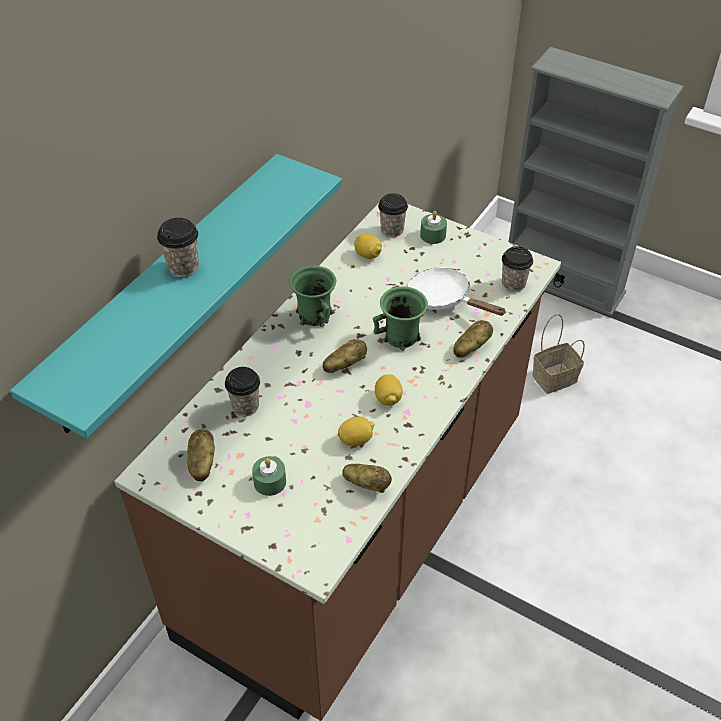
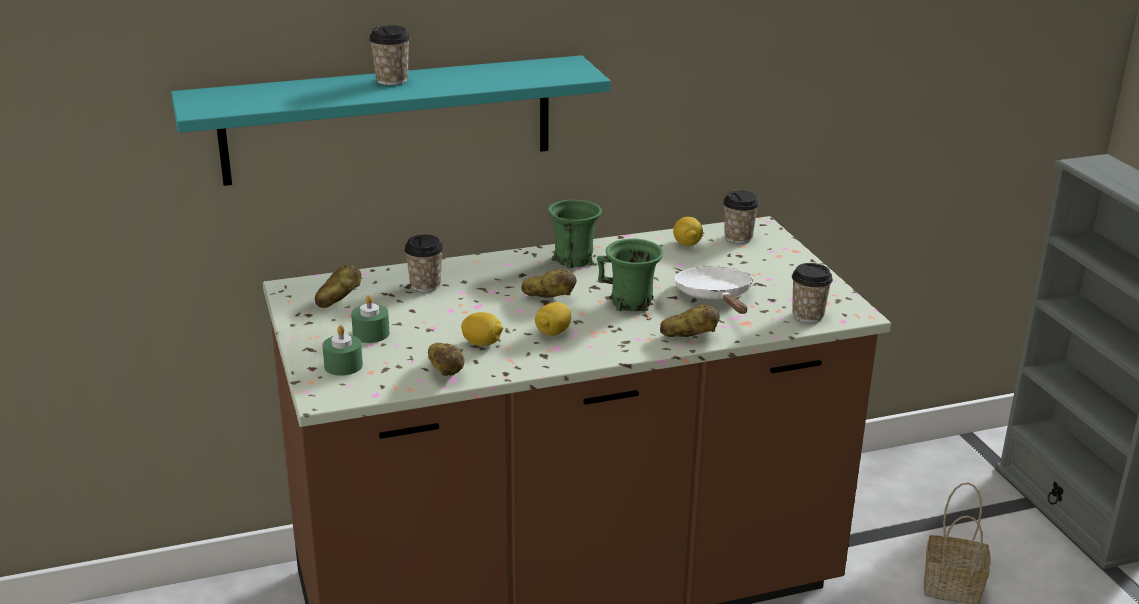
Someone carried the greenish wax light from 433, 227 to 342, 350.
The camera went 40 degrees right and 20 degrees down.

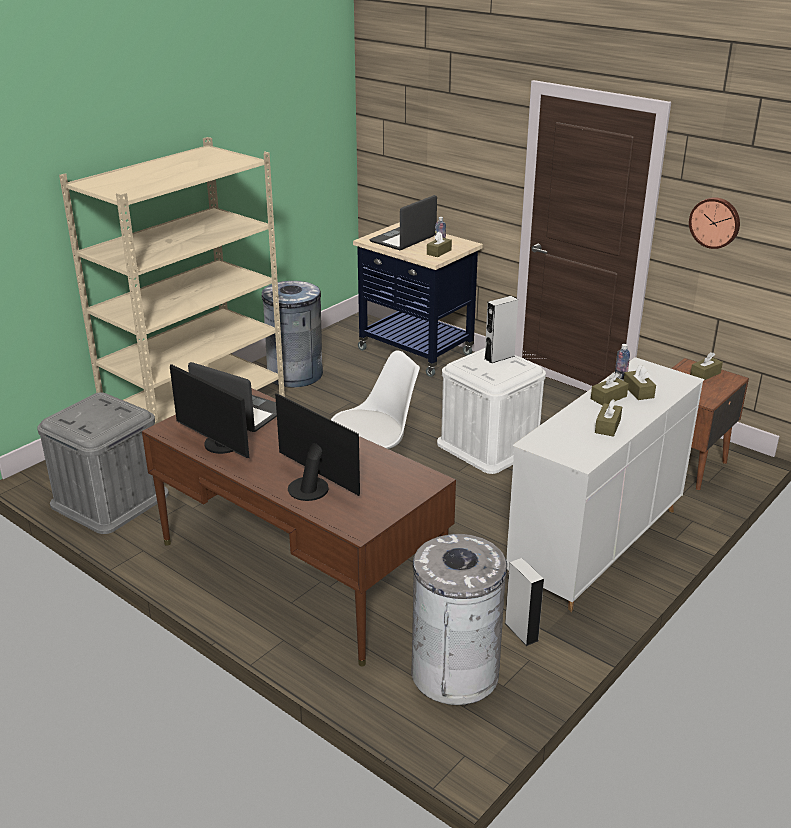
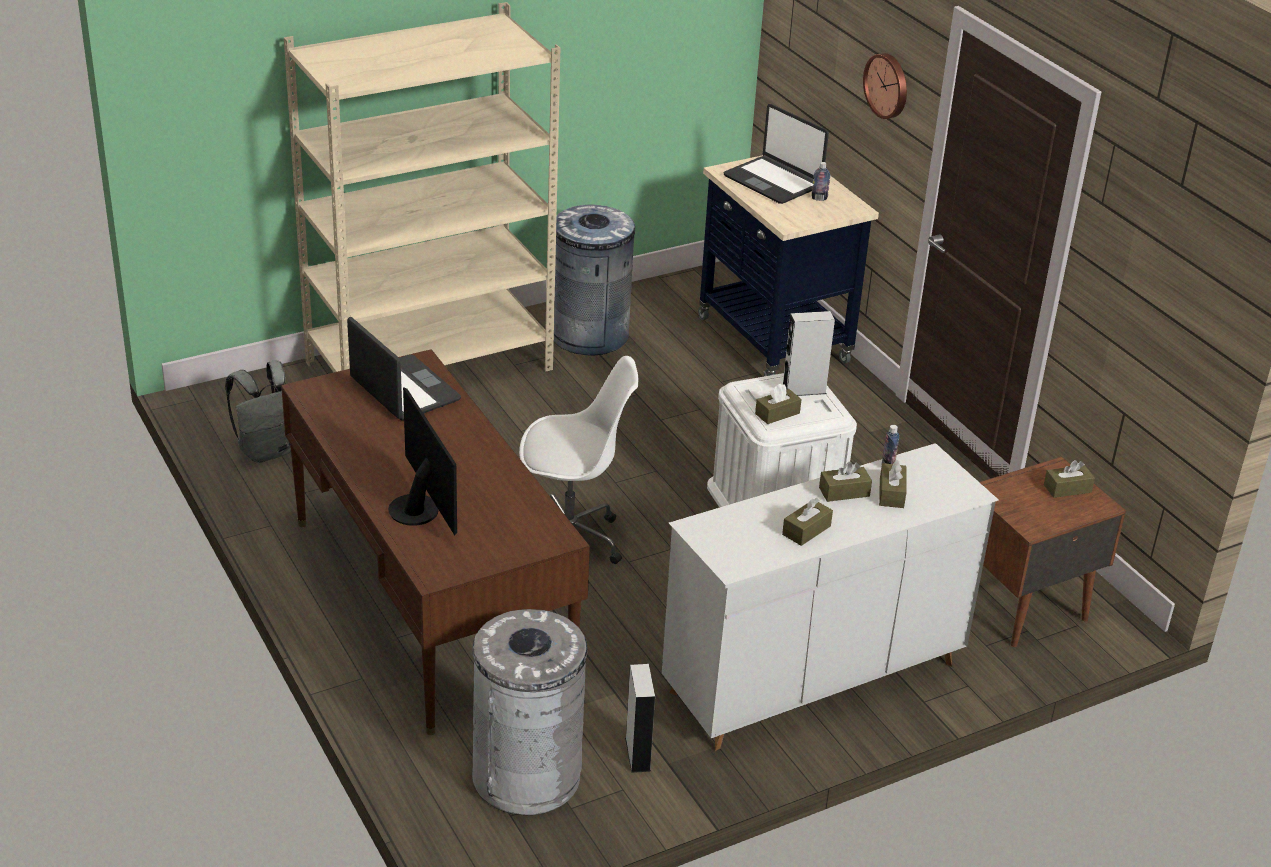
Someone swapped the gray storage container at 103, 463 for the gray rucksack at 258, 412.
Someone took away the computer screen at 209, 411.
Someone rotated the notebook computer at 403, 222 by 105 degrees counterclockwise.
Someone carried the brown tissue holder from 439, 244 to 778, 404.
Someone carried the wall clock from 714, 223 to 885, 86.
The camera went 20 degrees right and 5 degrees up.

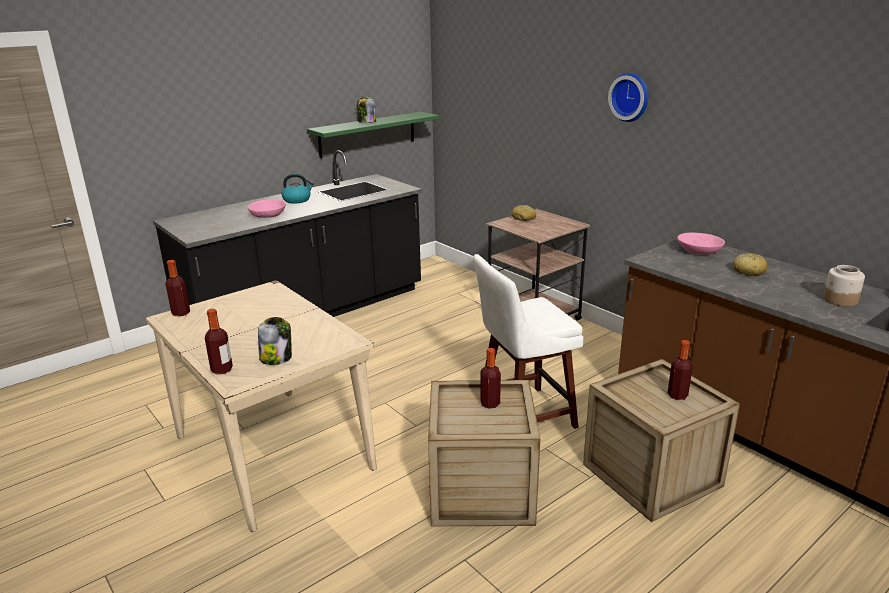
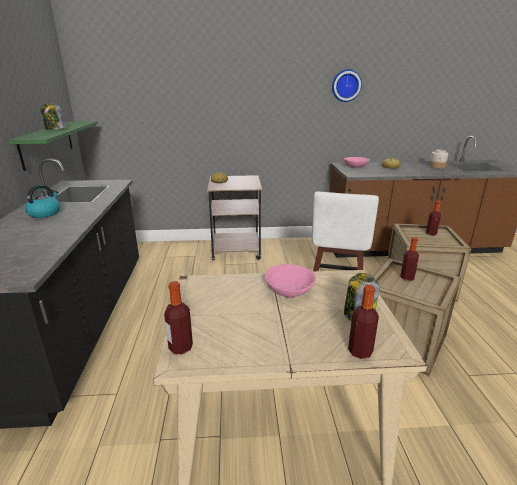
Someone carried the pinkish serving bowl from 267, 208 to 290, 281.
Someone carried the wall clock from 628, 97 to 347, 85.
The camera went 55 degrees left and 0 degrees up.

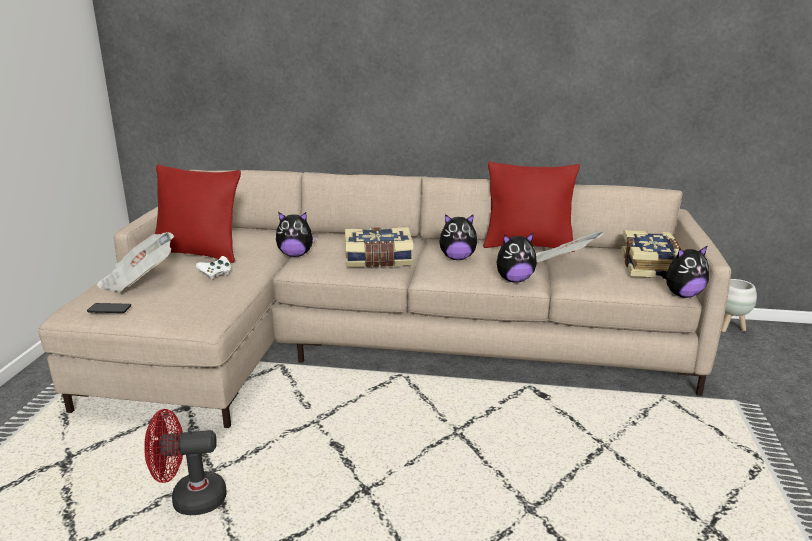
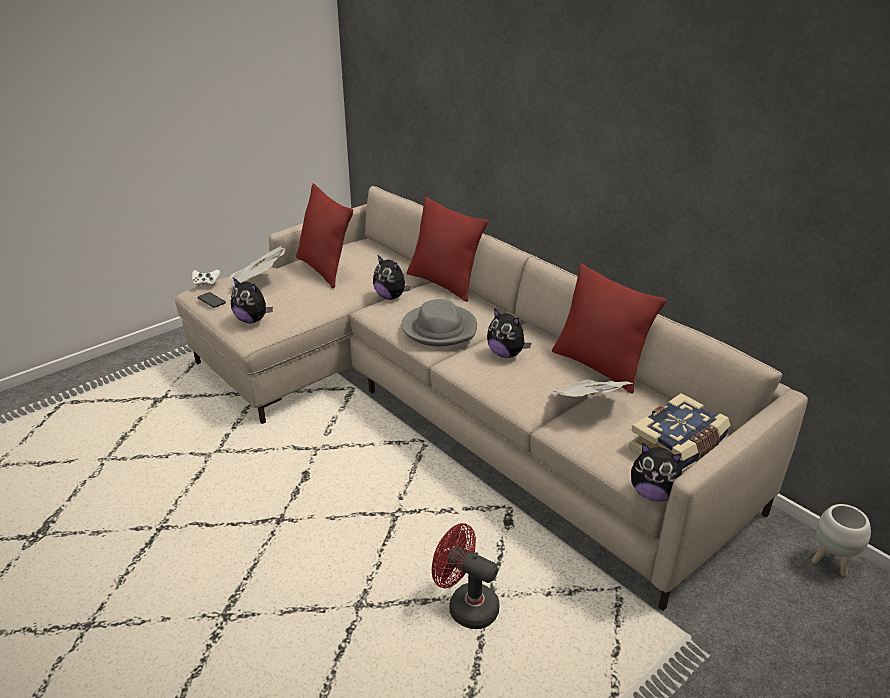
Someone carried the red electric fan from 185, 462 to 466, 576.
Someone carried the white-coloured joypad from 213, 267 to 206, 278.
Someone swapped the volume at 379, 247 for the gray hat at 439, 323.
Someone carried the soft toy from 517, 257 to 252, 300.
Someone put down the red cushion at 447, 249.
The camera went 40 degrees right and 10 degrees up.

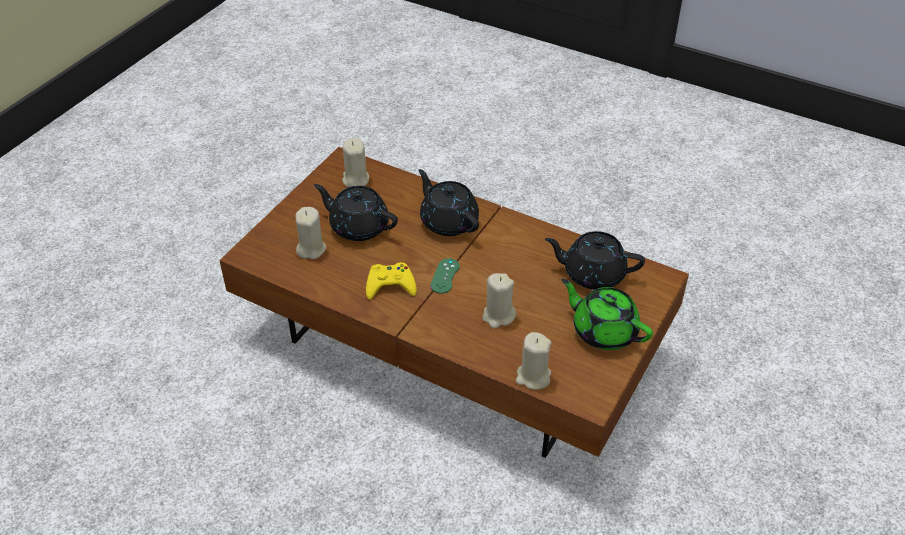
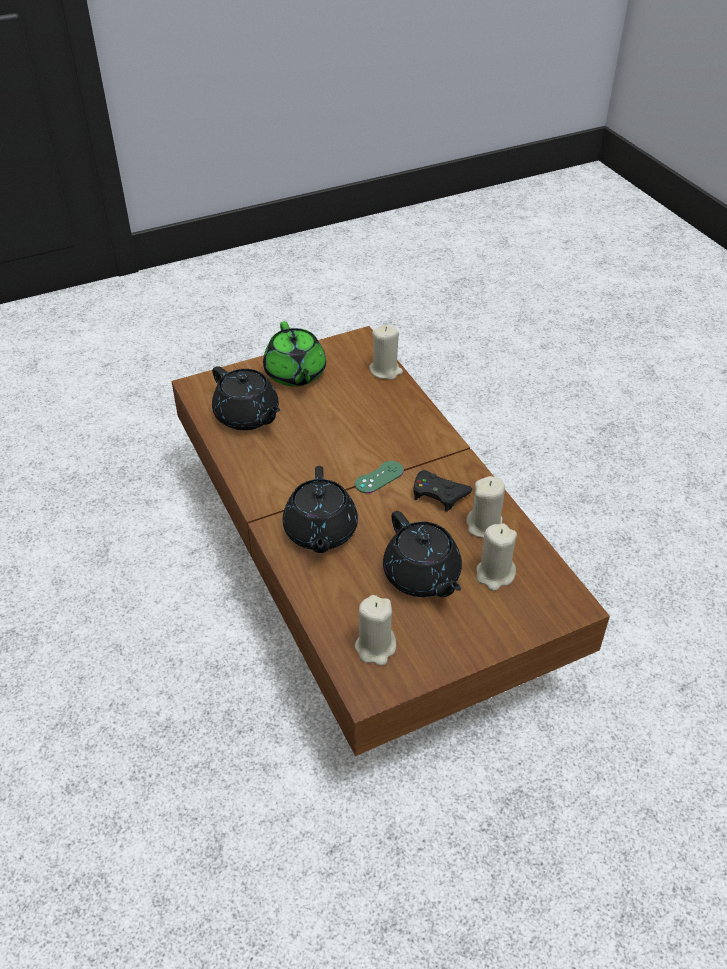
Someone repainted the yellow-coloured joypad at 391, 281, which became the black-coloured joypad at 443, 491.
Someone carried the beige-coloured wax light from 499, 301 to 485, 507.
The camera went 145 degrees left and 0 degrees up.

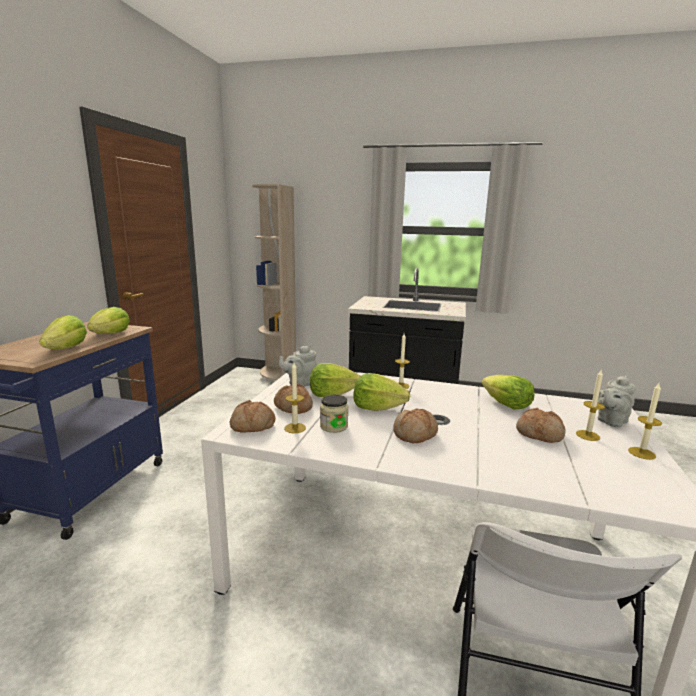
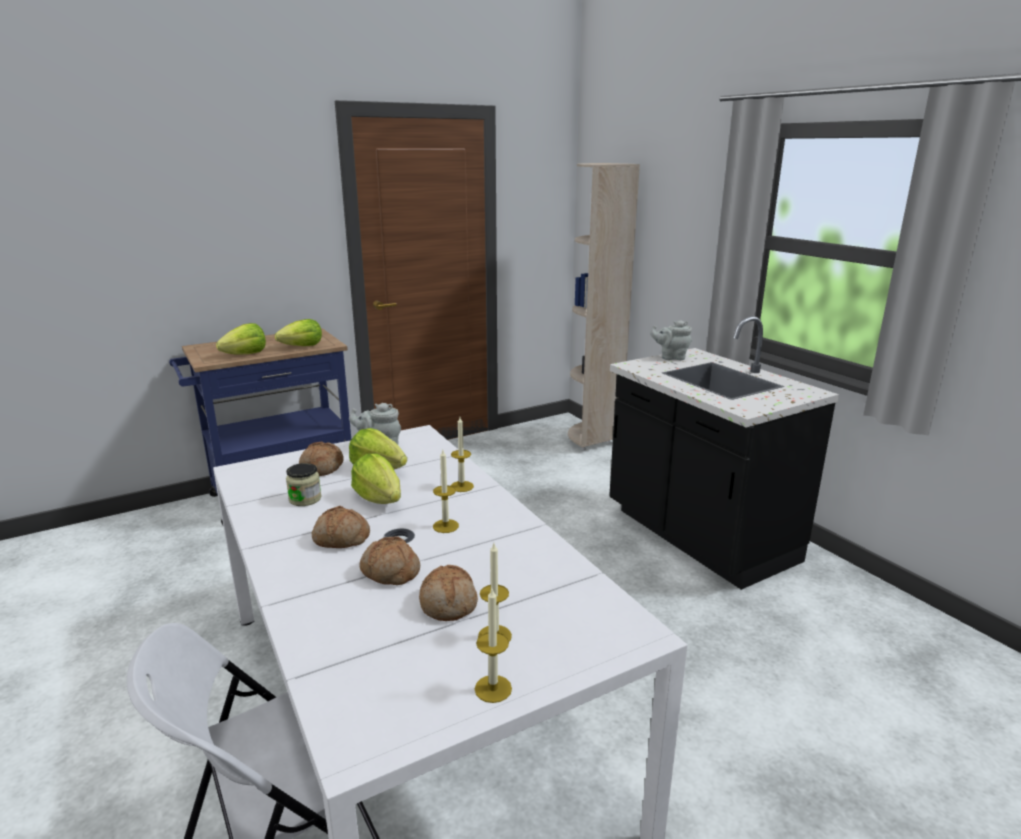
Someone carried the baked bread from 252, 416 to 389, 560.
Someone carried the wax light from 295, 398 to 446, 491.
Someone took away the lettuce head at 508, 392.
Someone carried the gray teapot from 617, 402 to 671, 340.
The camera went 45 degrees right and 5 degrees up.

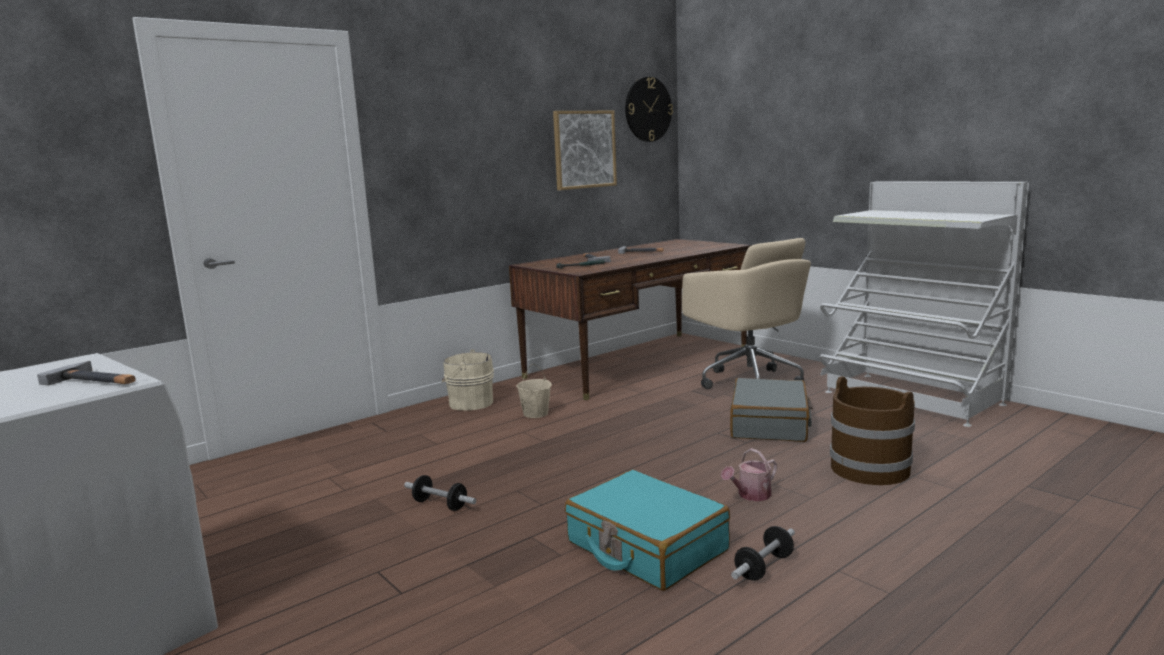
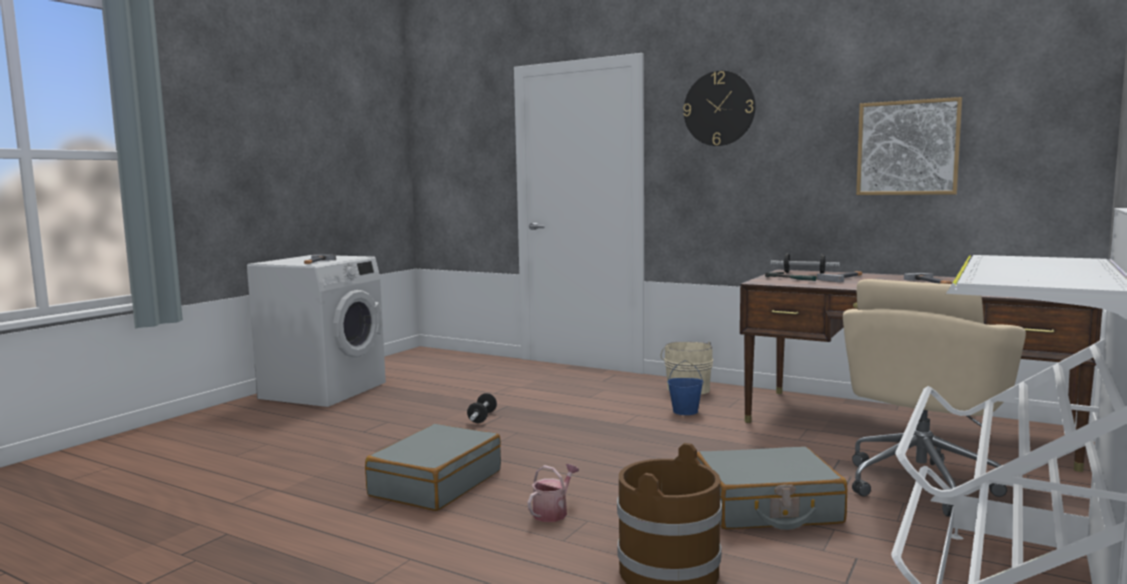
Someone repainted the beige-coloured bucket at 534, 391, which became the bluish bucket at 685, 388.
Someone repainted the turquoise suitcase at 647, 530, which became the gray suitcase at 433, 467.
Someone carried the wall clock from 649, 109 to 719, 108.
Someone rotated the sprinkling can at 749, 474 by 90 degrees clockwise.
Someone carried the free weight from 763, 553 to 805, 263.
The camera went 70 degrees right and 5 degrees down.

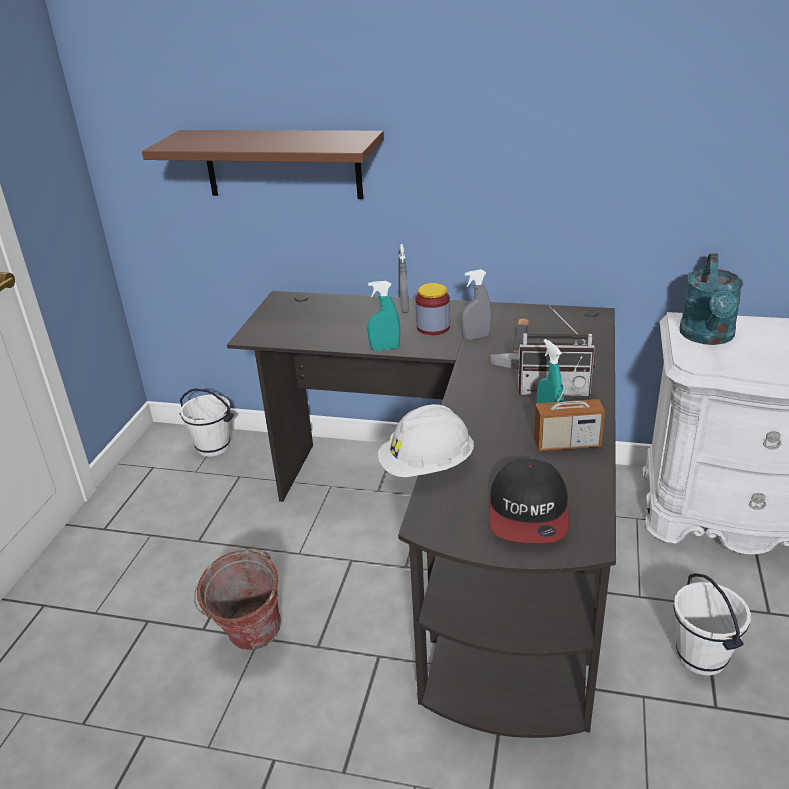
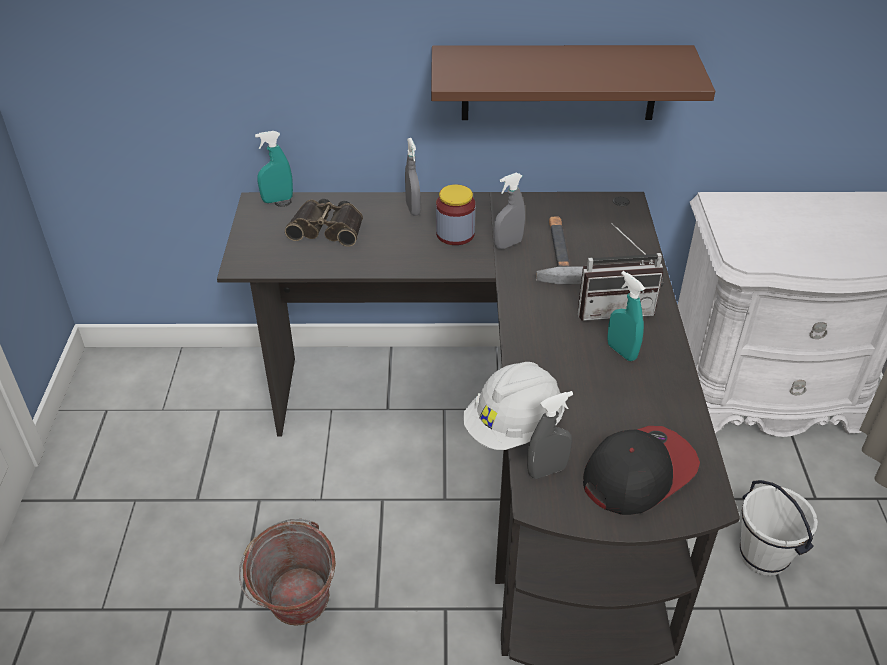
Someone carried the brown shelf from 263, 164 to 573, 82.
Someone took away the white-coloured bucket at 206, 422.
Someone carried the turquoise spray bottle from 383, 316 to 274, 167.
Someone rotated the peaked cap at 529, 501 by 120 degrees counterclockwise.
Someone took away the radio receiver at 569, 403.
Someone took away the turquoise sprinkling can at 711, 299.
Someone put down the field glasses at 324, 223.
Someone put down the gray spray bottle at 550, 435.
The camera went 15 degrees left and 10 degrees up.

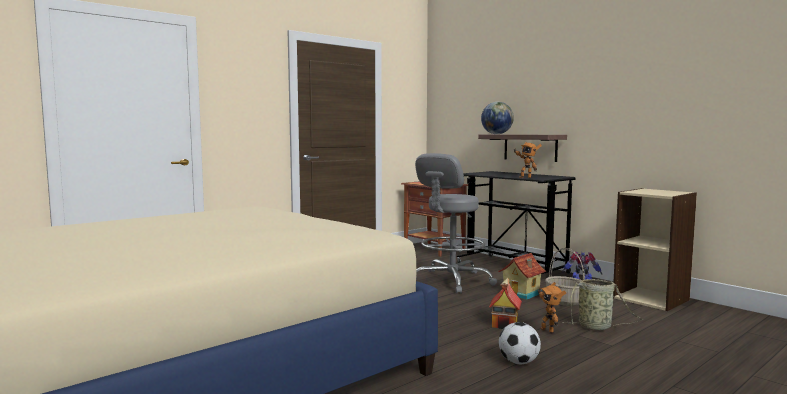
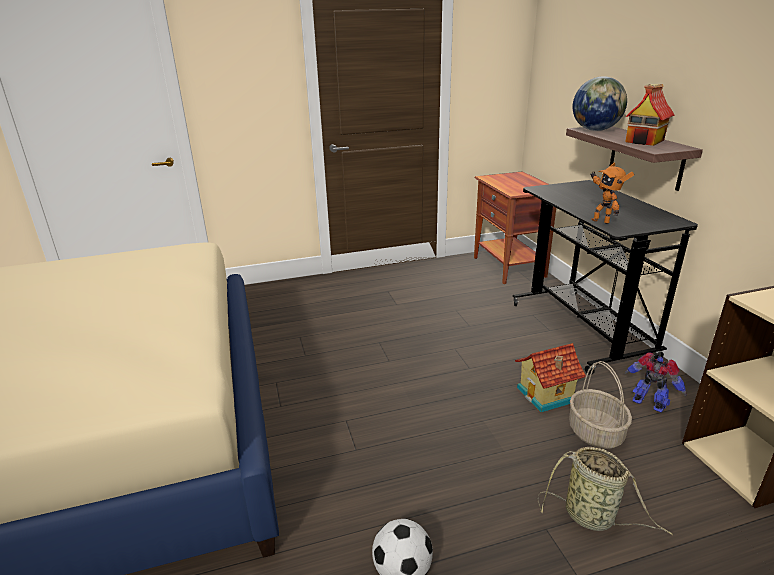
Someone took away the gray stool seat at 456, 223.
Someone carried the miniature house from 505, 303 to 650, 115.
Someone took away the toy robot at 552, 307.
The camera went 25 degrees right and 20 degrees up.

